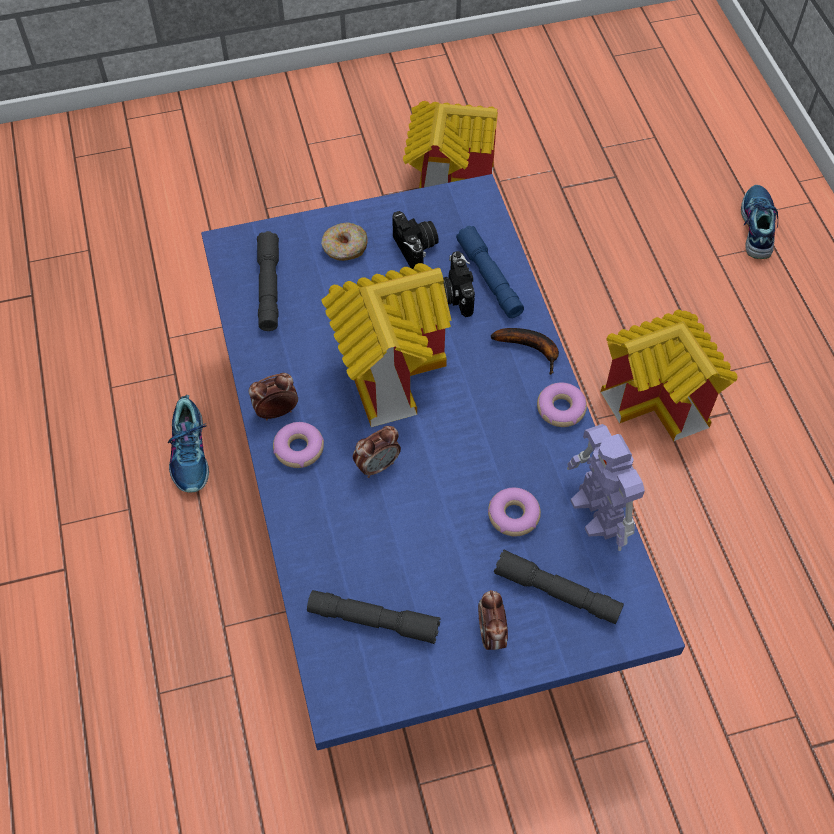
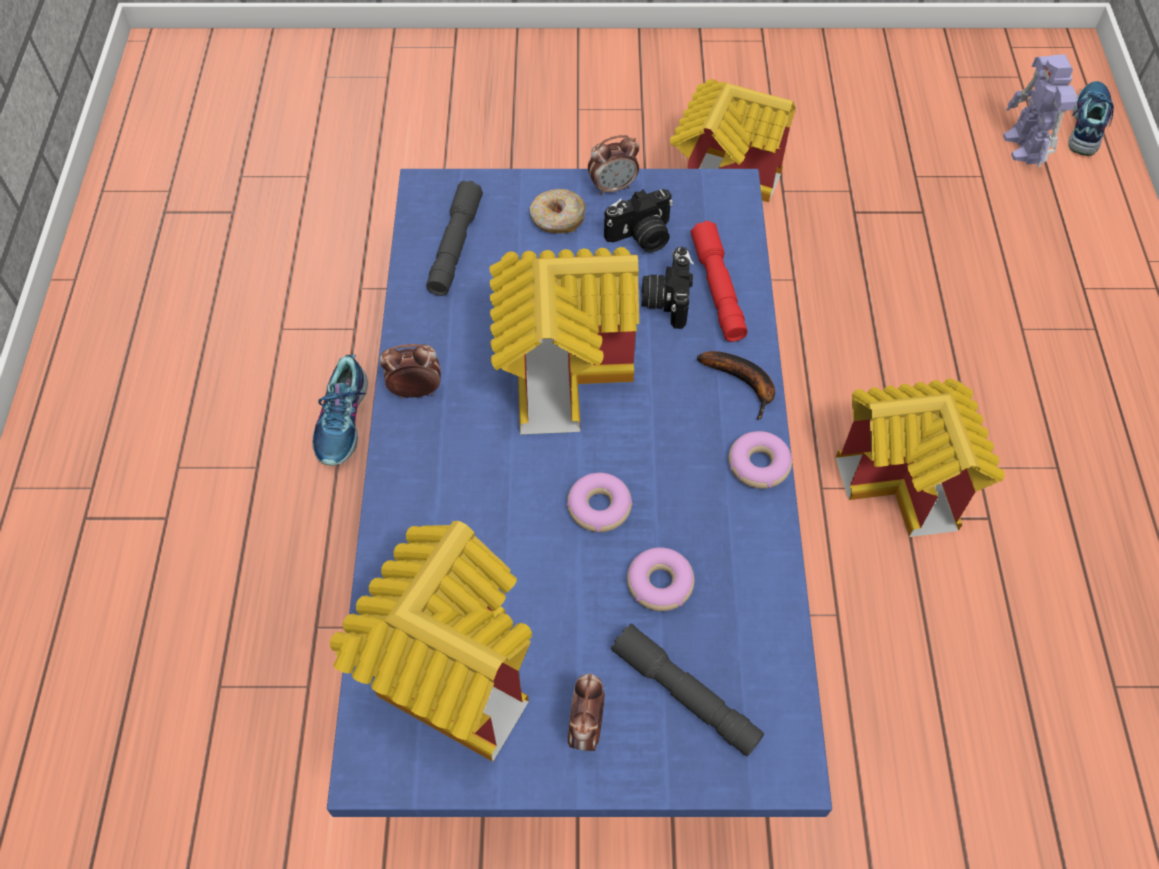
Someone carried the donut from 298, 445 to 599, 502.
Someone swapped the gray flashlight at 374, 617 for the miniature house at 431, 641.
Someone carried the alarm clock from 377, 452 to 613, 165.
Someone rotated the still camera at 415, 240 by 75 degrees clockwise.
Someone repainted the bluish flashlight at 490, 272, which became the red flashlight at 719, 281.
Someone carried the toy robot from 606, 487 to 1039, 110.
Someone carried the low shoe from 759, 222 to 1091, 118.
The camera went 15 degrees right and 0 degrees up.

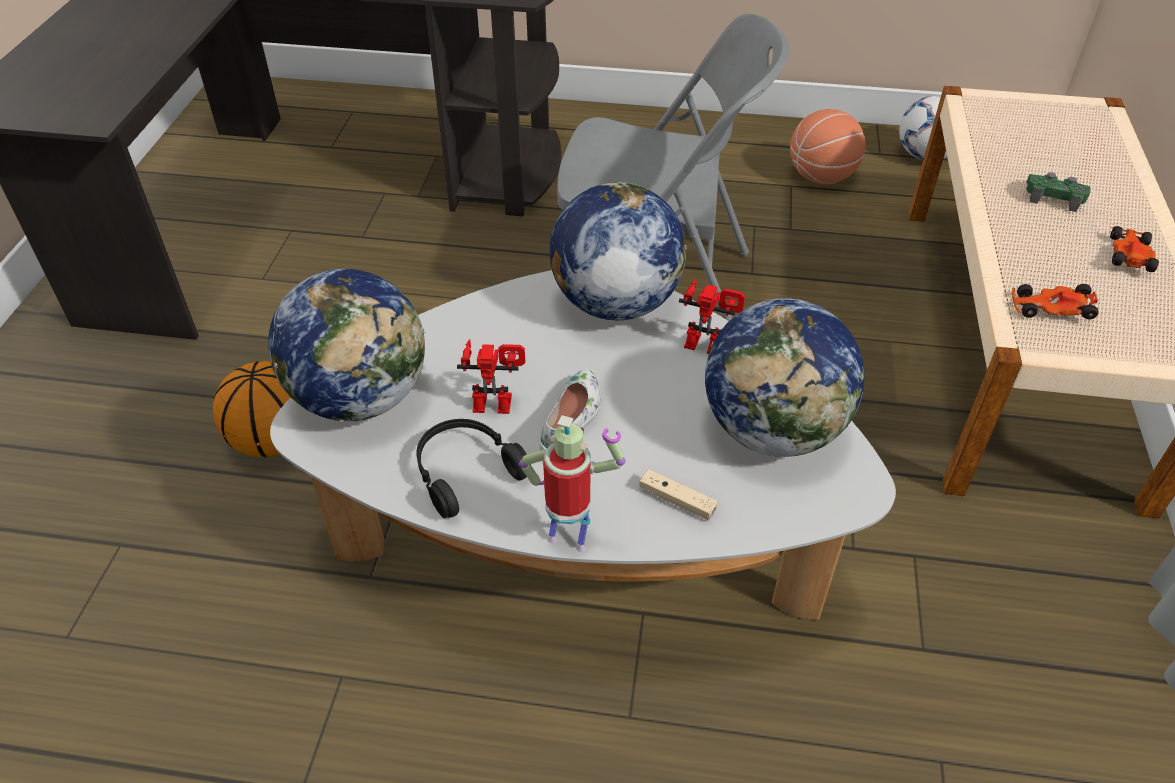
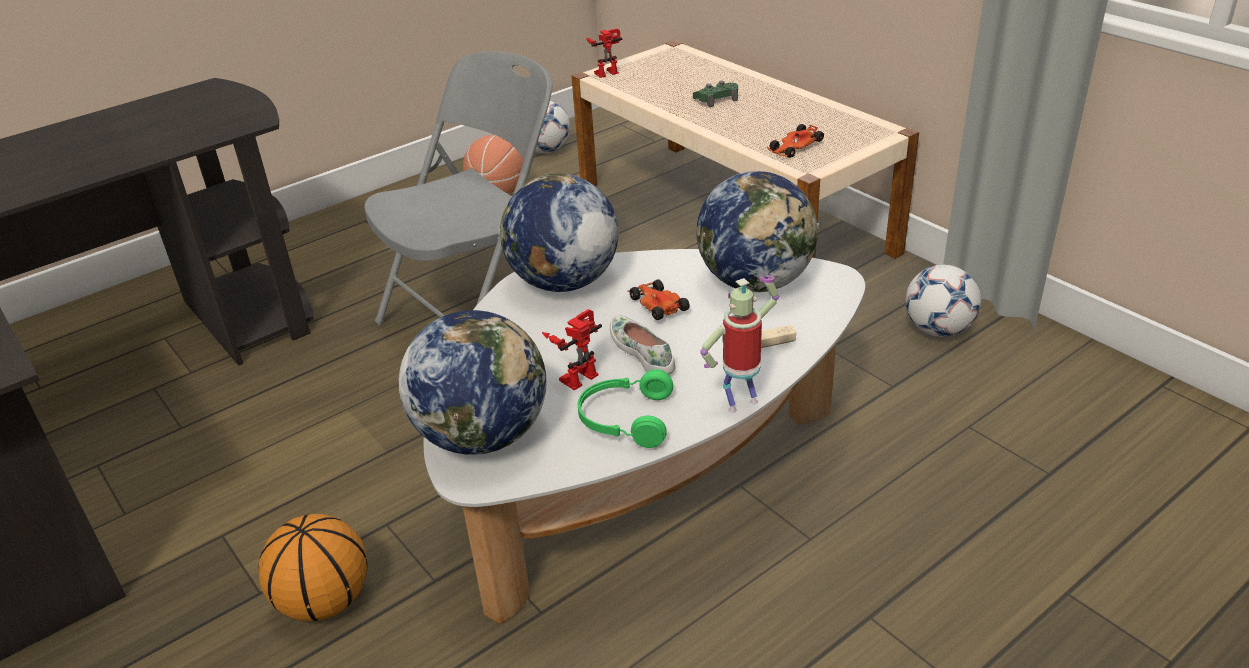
Someone repainted the black-coloured headset at 473, 468, which became the greenish headset at 625, 408.
Someone carried the toy robot from 712, 316 to 604, 53.
Someone carried the toy car from 1134, 249 to 658, 300.
Someone put down the football at 943, 300.
The camera went 45 degrees left and 10 degrees down.

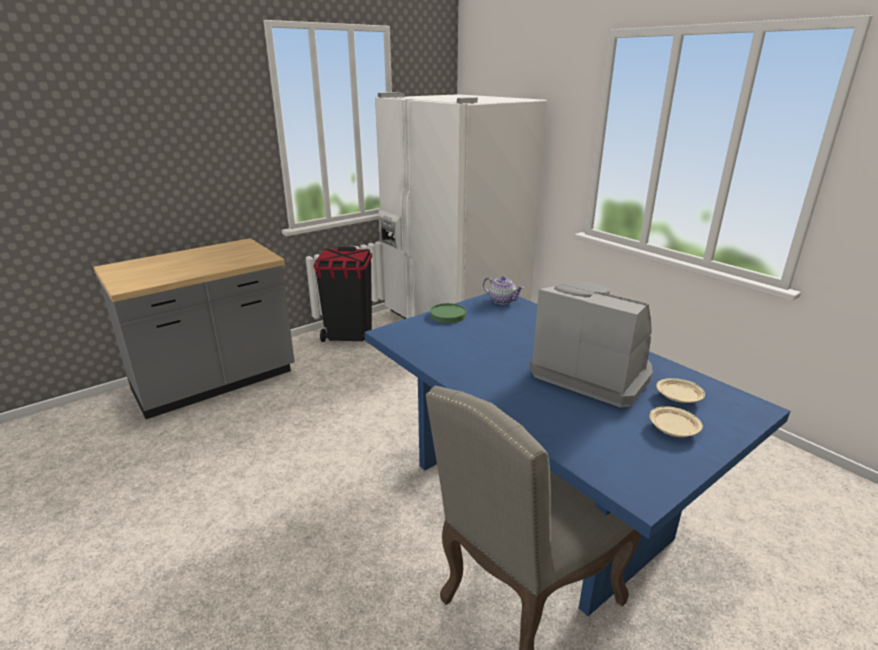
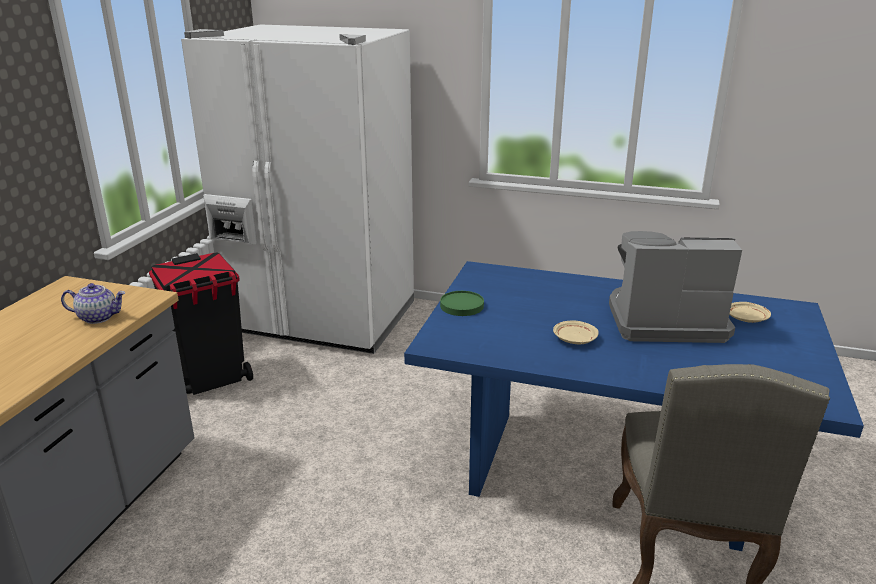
Someone carried the teapot from 503, 290 to 93, 303.
Someone carried the beige-coloured flat dish from 676, 421 to 576, 332.
The camera went 35 degrees left and 0 degrees up.

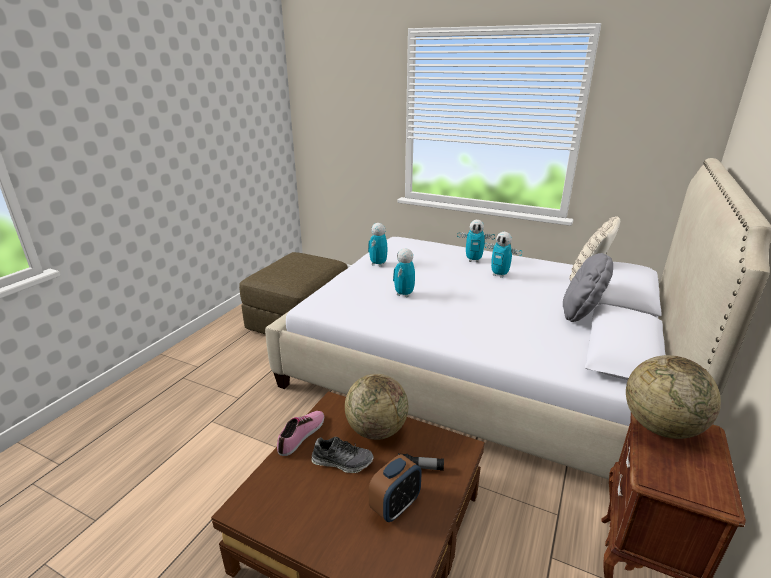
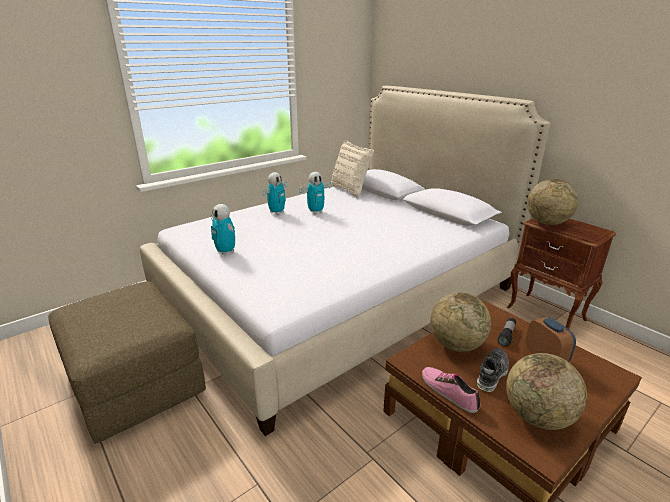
Someone took away the toy robot at 404, 272.
Someone took away the gray cushion at 588, 287.
Someone put down the world globe at 546, 391.
The camera went 65 degrees left and 0 degrees up.

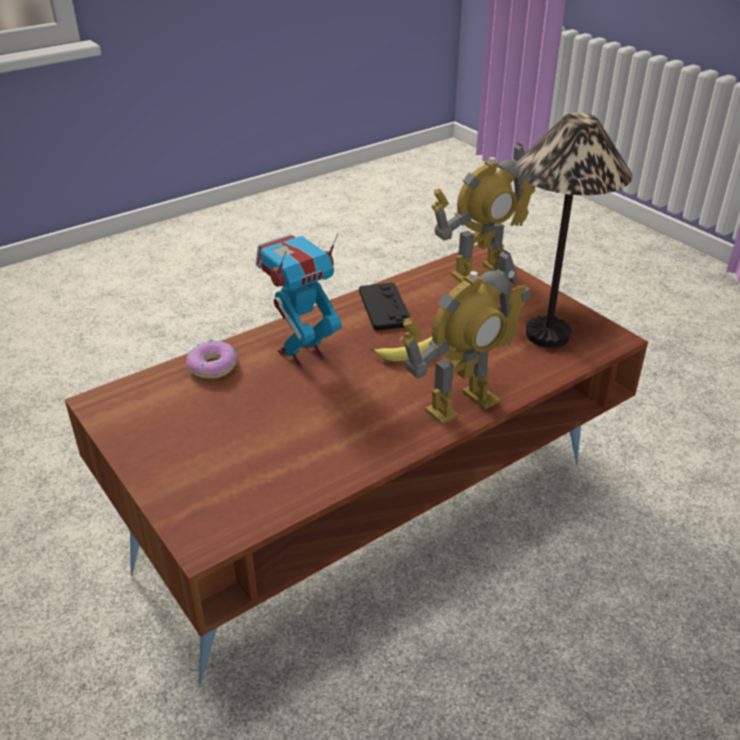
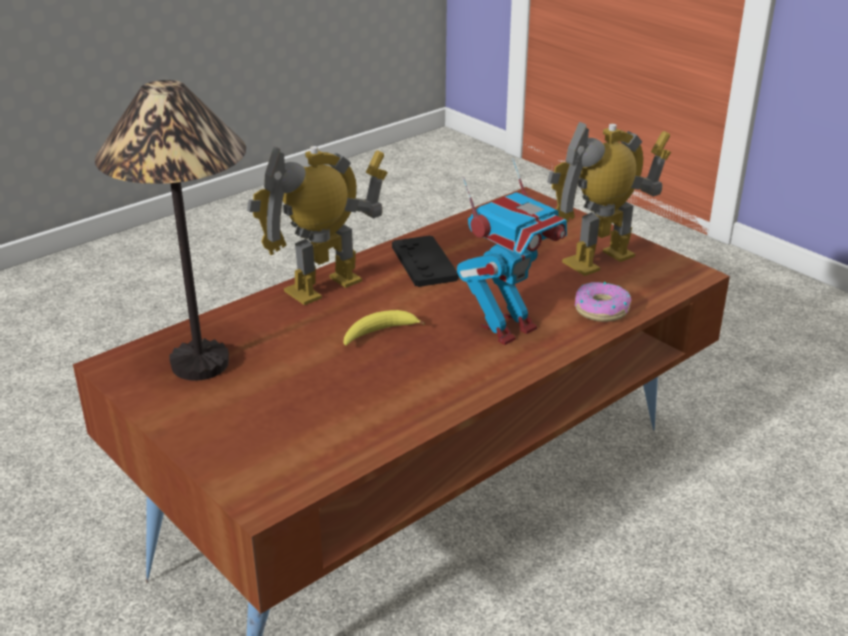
Someone carried the black-coloured joypad from 385, 306 to 425, 261.
Someone carried the toy robot from 483, 212 to 609, 198.
The camera went 175 degrees right and 5 degrees down.

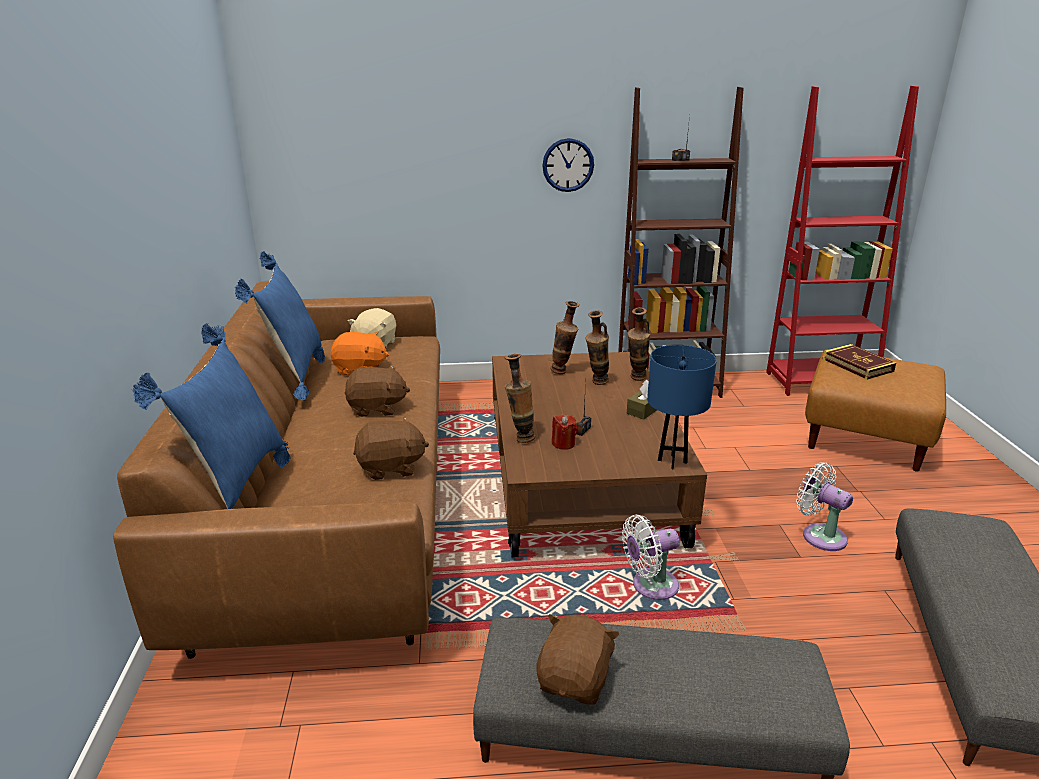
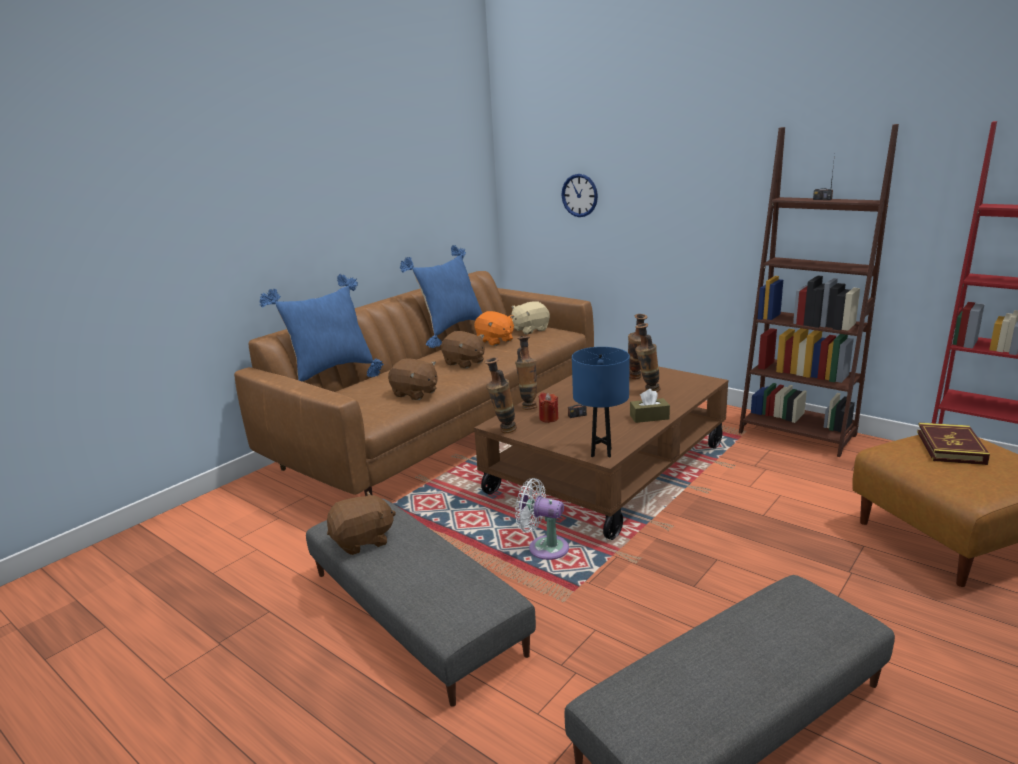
Someone carried the wall clock from 568, 165 to 580, 195.
Someone carried the vase from 639, 344 to 501, 395.
Someone took away the white-coloured electric fan at 824, 506.
The camera went 45 degrees right and 5 degrees down.

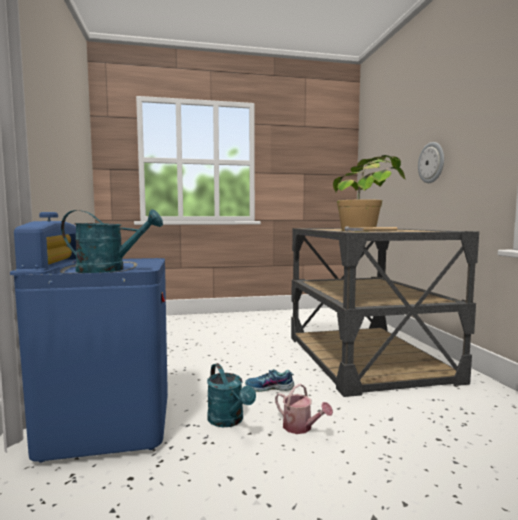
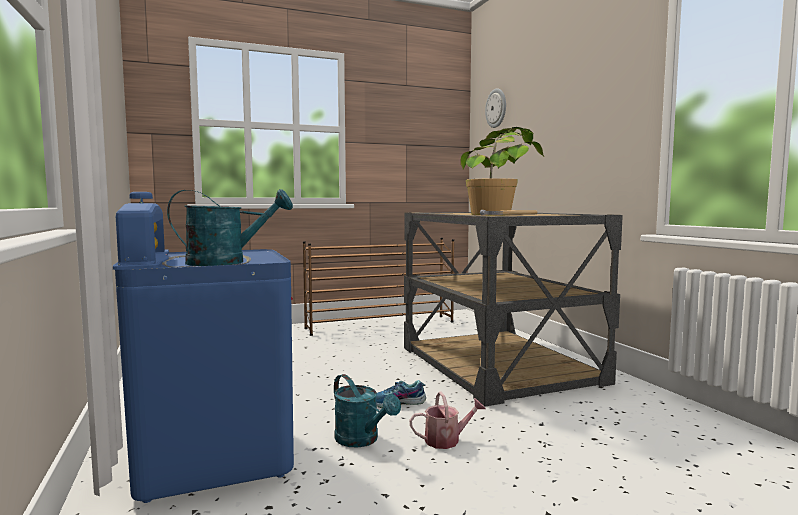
Someone rotated the sprinkling can at 304, 409 by 45 degrees counterclockwise.
Someone carried the wall clock from 431, 162 to 495, 108.
Someone put down the brown shoe stand at 378, 287.
The camera went 10 degrees left and 0 degrees up.

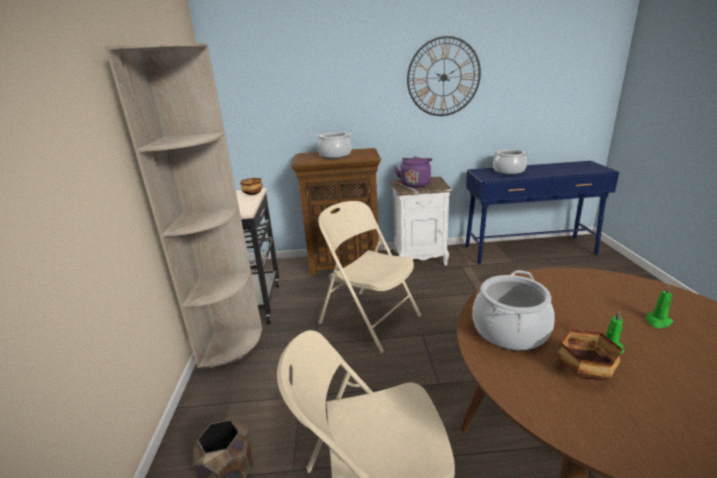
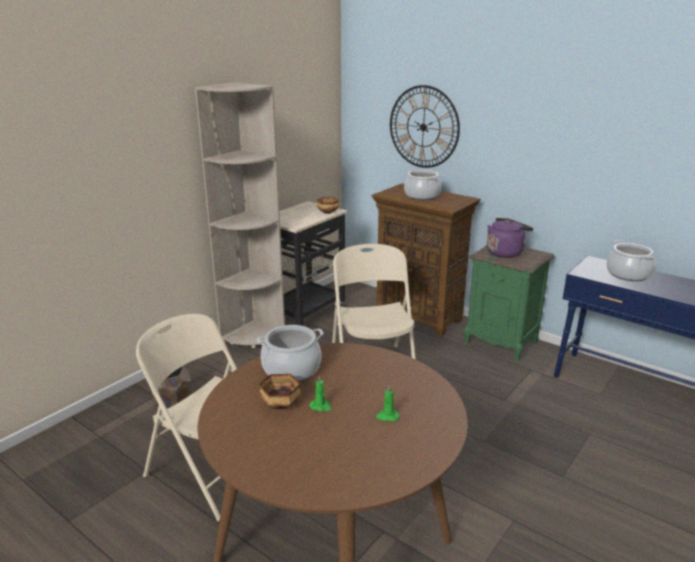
Someone repainted the white-coloured bedside table at 421, 220, which became the greenish bedside table at 509, 303.
Someone carried the wall clock from 444, 76 to 425, 126.
The camera went 40 degrees right and 0 degrees up.

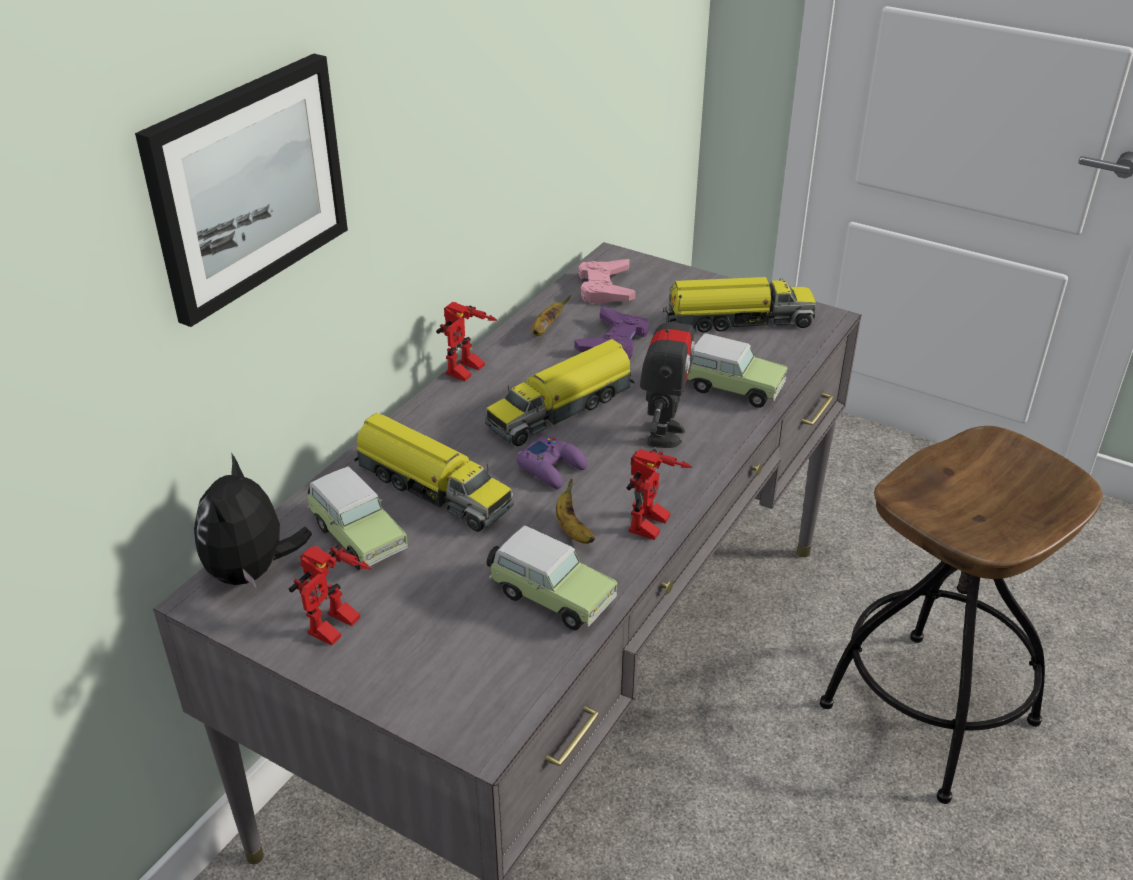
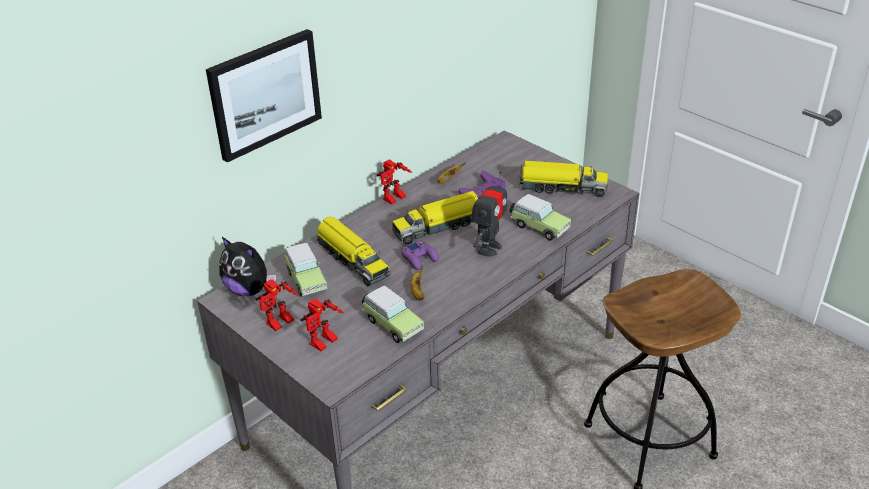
Someone rotated the soft toy at 253, 521 by 75 degrees counterclockwise.
Someone took away the pinkish joypad at 607, 281.
Someone carried the toy robot from 660, 494 to 322, 325.
The camera went 15 degrees right and 0 degrees up.

